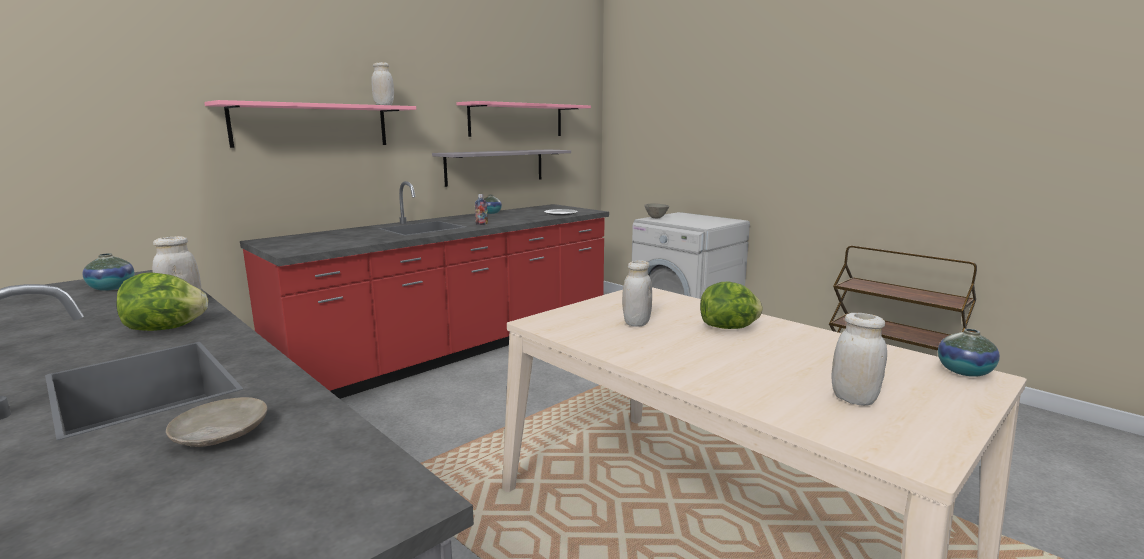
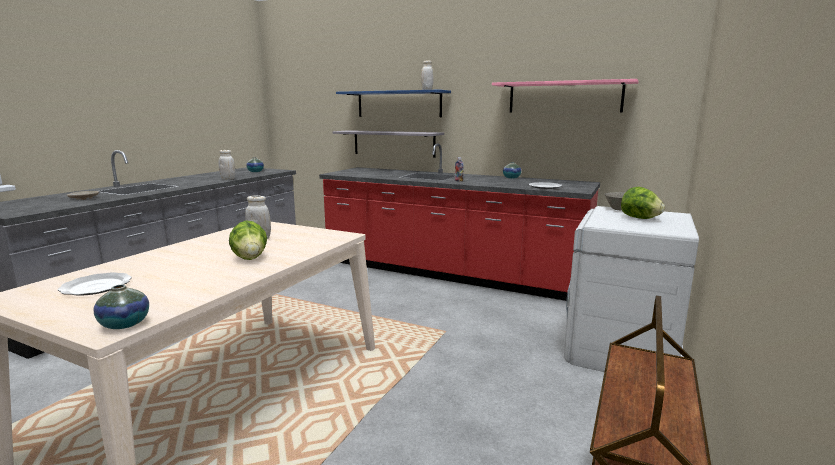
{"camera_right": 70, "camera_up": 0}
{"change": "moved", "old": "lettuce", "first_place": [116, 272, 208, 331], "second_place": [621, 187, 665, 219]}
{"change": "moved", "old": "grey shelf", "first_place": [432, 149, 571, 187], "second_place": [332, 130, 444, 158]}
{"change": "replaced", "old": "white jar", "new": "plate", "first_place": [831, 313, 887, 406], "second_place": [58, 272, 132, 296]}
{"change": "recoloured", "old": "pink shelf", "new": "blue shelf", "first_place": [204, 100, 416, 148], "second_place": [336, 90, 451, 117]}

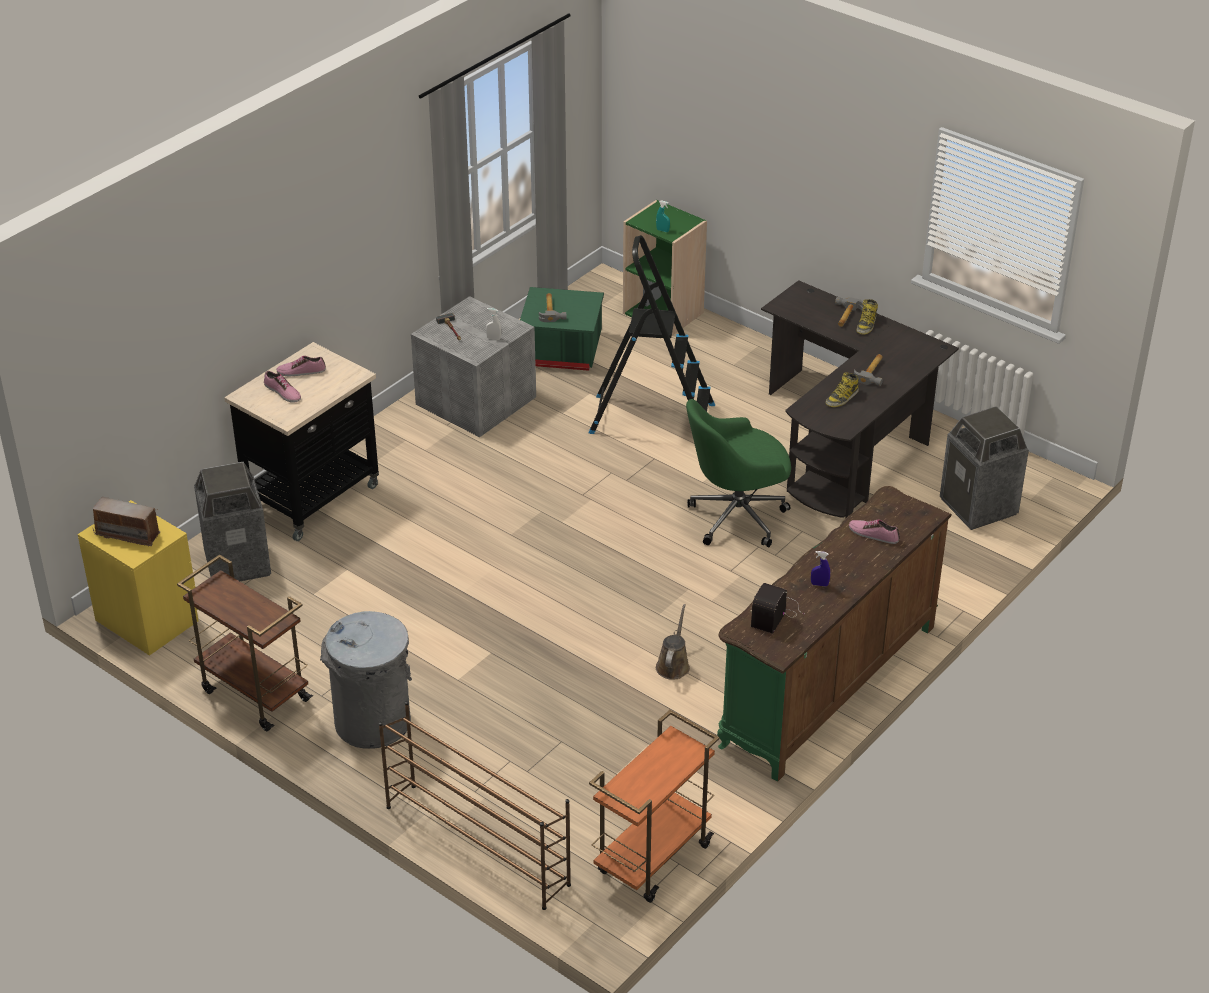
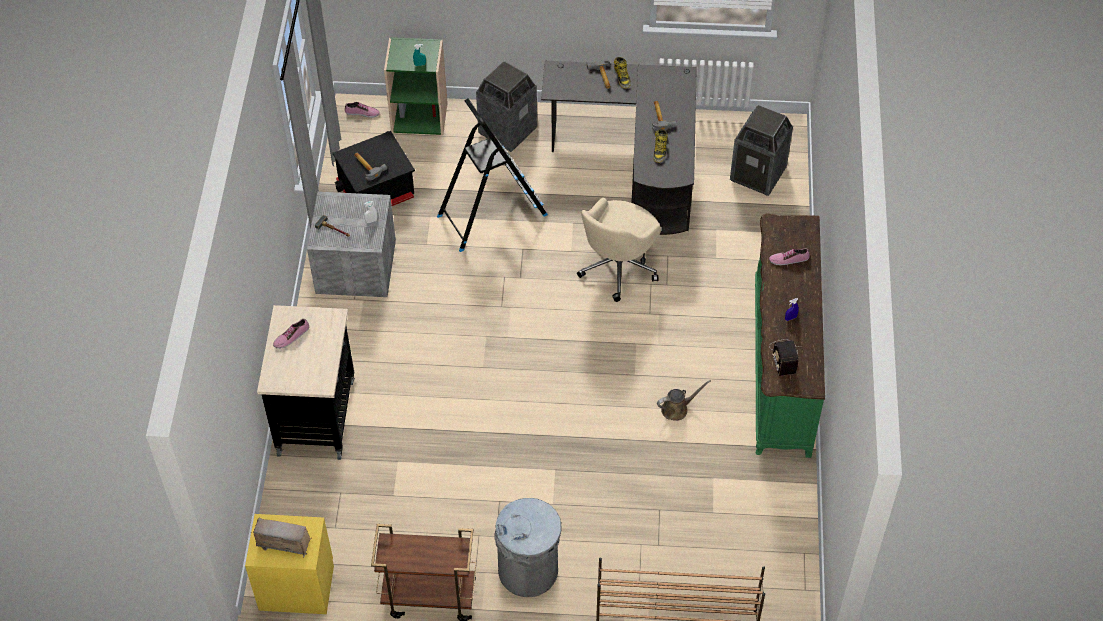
{"camera_right": -35, "camera_up": 15}
{"change": "removed", "old": "orange cart", "first_place": [589, 710, 719, 903]}
{"change": "moved", "old": "trash can", "first_place": [194, 462, 271, 581], "second_place": [476, 61, 537, 152]}
{"change": "moved", "old": "shoe", "first_place": [264, 371, 301, 402], "second_place": [345, 102, 380, 118]}
{"change": "recoloured", "old": "green storage box", "new": "black storage box", "first_place": [520, 287, 604, 371], "second_place": [333, 131, 415, 206]}
{"change": "recoloured", "old": "green office chair", "new": "beige office chair", "first_place": [686, 399, 791, 547], "second_place": [577, 198, 661, 302]}
{"change": "turned", "old": "radio", "first_place": [92, 497, 160, 546], "second_place": [251, 518, 312, 558], "degrees": -150}
{"change": "turned", "old": "brown watering can", "first_place": [656, 604, 690, 680], "second_place": [657, 380, 711, 421], "degrees": 90}

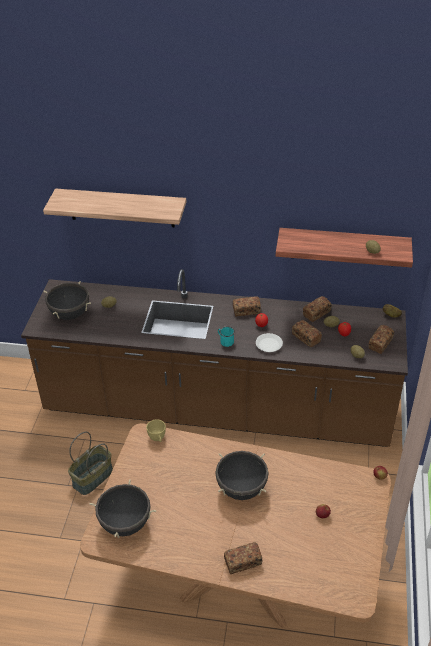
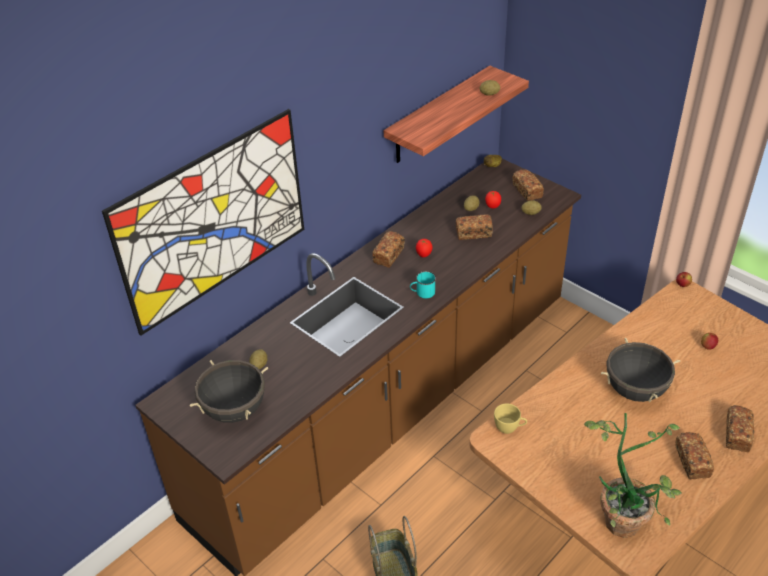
{"camera_right": -55, "camera_up": 0}
{"change": "removed", "old": "white plate", "first_place": [256, 333, 283, 352]}
{"change": "moved", "old": "bread", "first_place": [303, 296, 332, 322], "second_place": [675, 432, 714, 479]}
{"change": "replaced", "old": "shelf", "new": "picture", "first_place": [43, 188, 186, 227], "second_place": [102, 109, 304, 336]}
{"change": "replaced", "old": "black cooking pot", "new": "potted plant", "first_place": [90, 479, 157, 538], "second_place": [584, 413, 682, 538]}

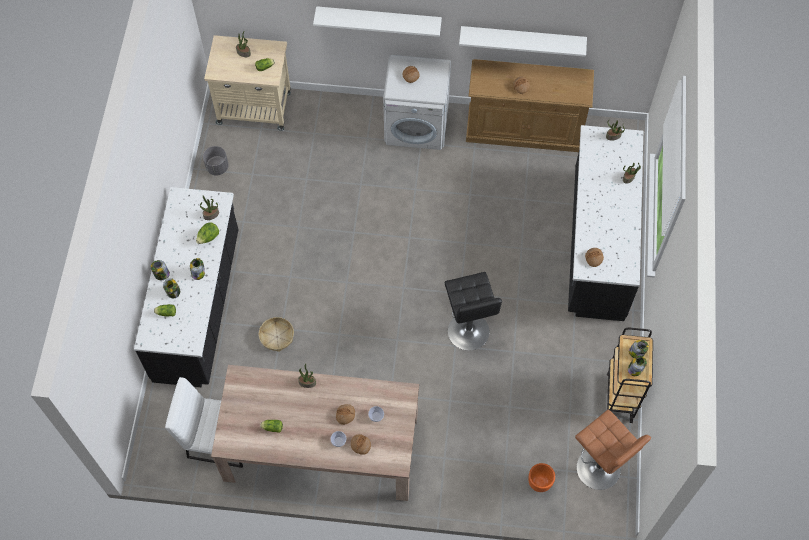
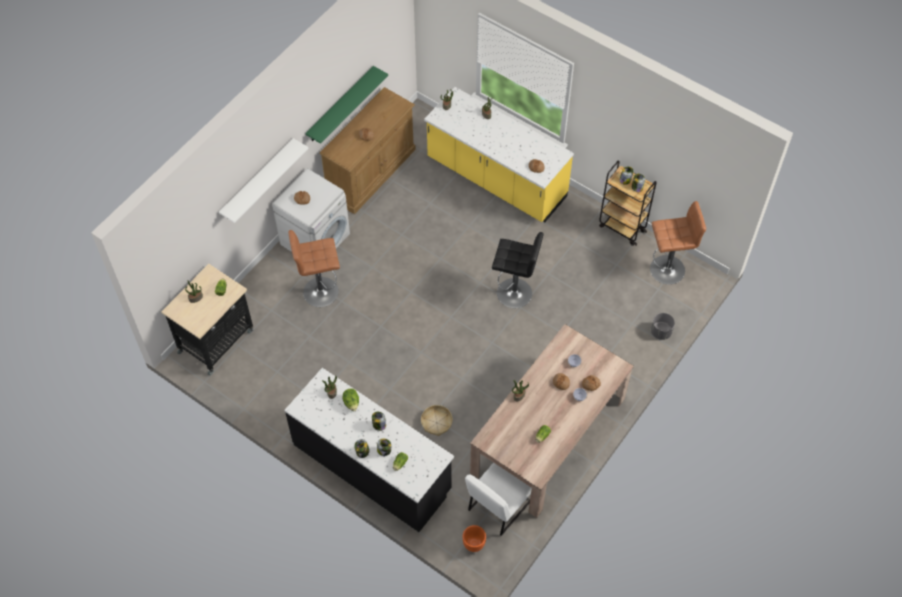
{"camera_right": -60, "camera_up": -5}
{"change": "added", "new": "brown stool", "second_place": [288, 230, 340, 307]}
{"change": "moved", "old": "grey planter", "first_place": [203, 146, 229, 175], "second_place": [651, 313, 675, 340]}
{"change": "moved", "old": "orange planter", "first_place": [528, 463, 555, 492], "second_place": [463, 525, 486, 552]}
{"change": "recoloured", "old": "beige cart", "new": "black cart", "first_place": [204, 35, 291, 131], "second_place": [161, 264, 253, 375]}
{"change": "recoloured", "old": "white shelf", "new": "green shelf", "first_place": [459, 26, 587, 57], "second_place": [305, 66, 388, 144]}
{"change": "recoloured", "old": "black counter", "new": "yellow counter", "first_place": [568, 125, 643, 321], "second_place": [424, 87, 574, 222]}

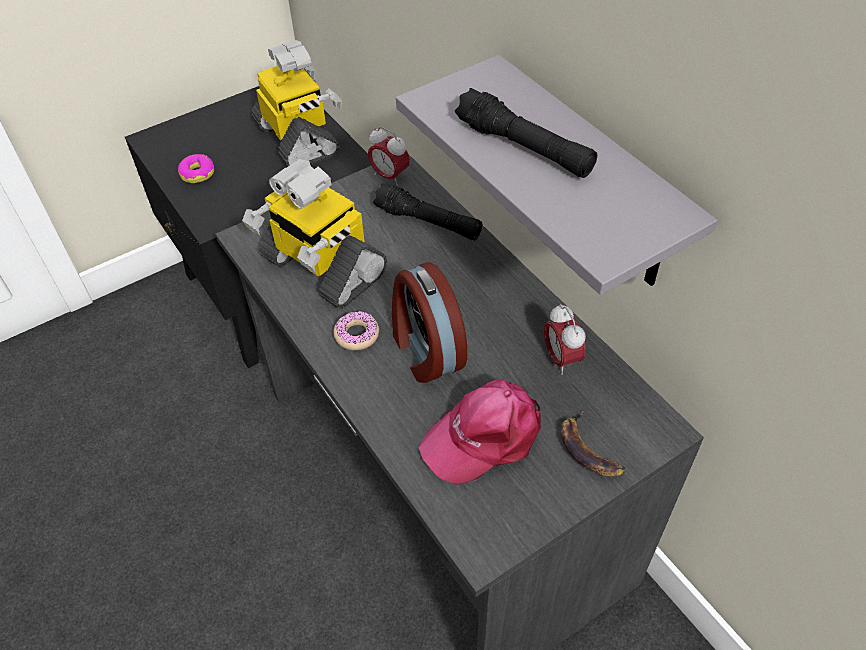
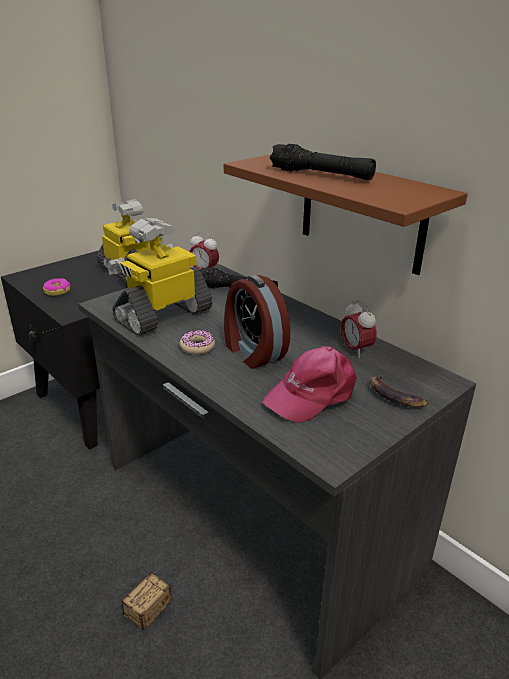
{"camera_right": -10, "camera_up": -20}
{"change": "added", "new": "storage box", "second_place": [86, 572, 172, 630]}
{"change": "recoloured", "old": "grey shelf", "new": "brown shelf", "first_place": [396, 55, 717, 295], "second_place": [224, 154, 468, 275]}
{"change": "turned", "old": "toy robot", "first_place": [242, 159, 387, 308], "second_place": [107, 218, 213, 336], "degrees": 105}

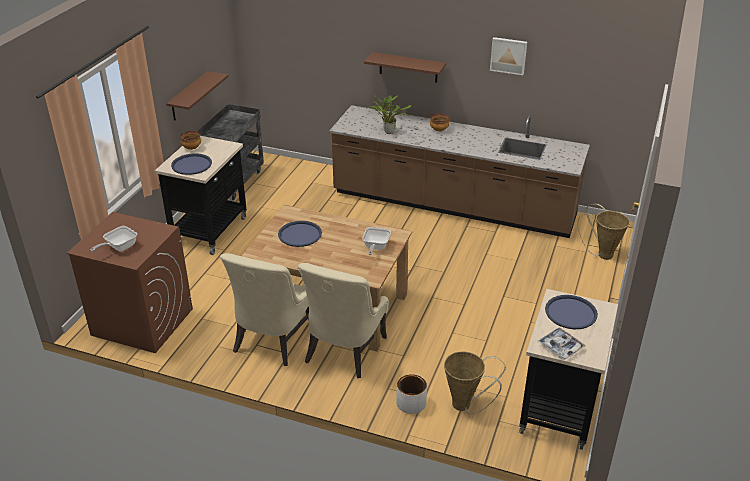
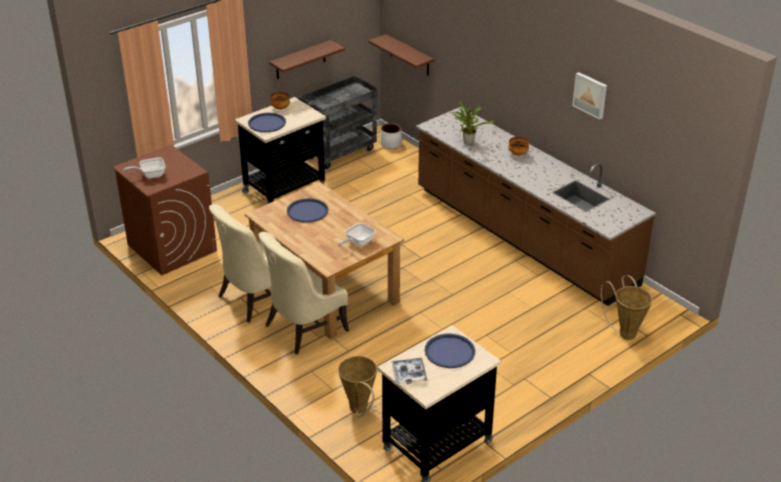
{"camera_right": 30, "camera_up": 0}
{"change": "moved", "old": "brown shelf", "first_place": [364, 52, 446, 83], "second_place": [368, 34, 434, 76]}
{"change": "moved", "old": "white planter", "first_place": [396, 374, 427, 414], "second_place": [381, 123, 402, 149]}

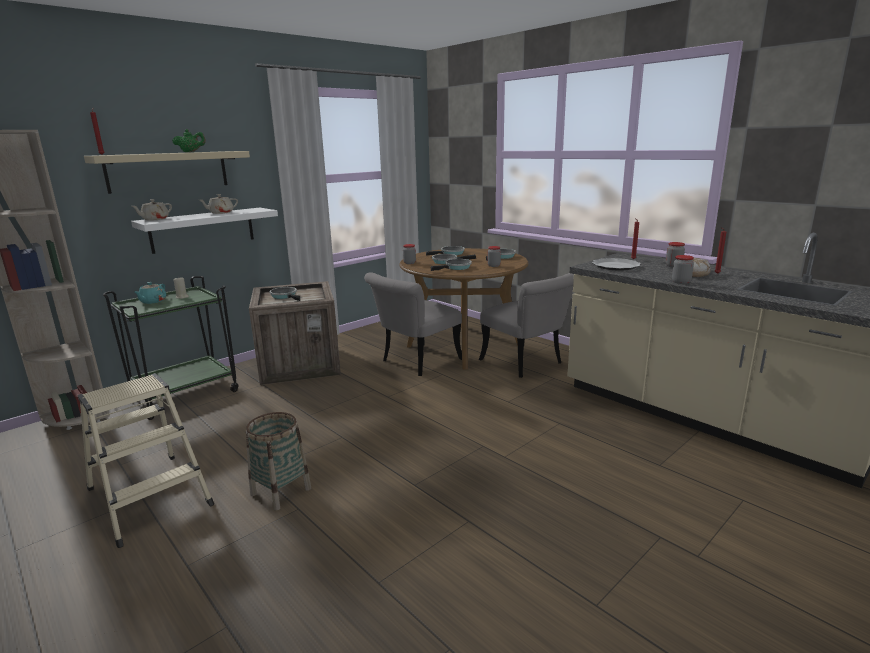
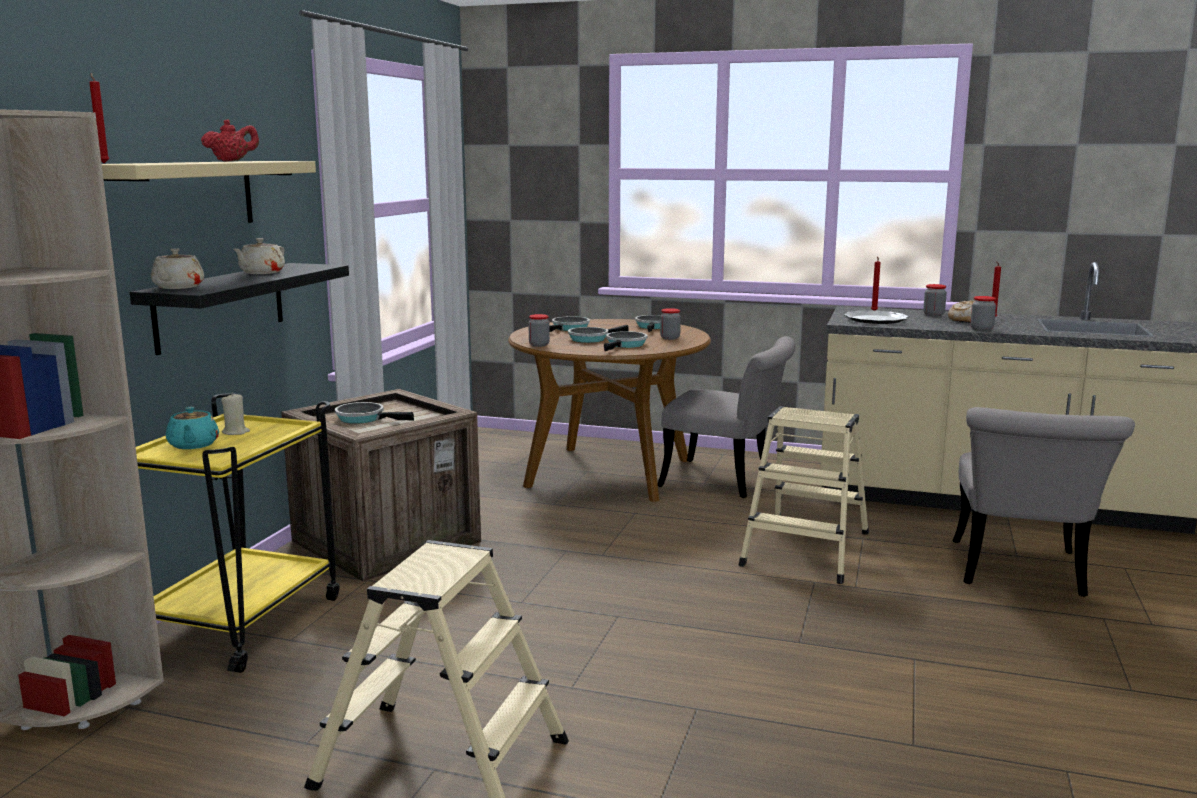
{"camera_right": -30, "camera_up": -5}
{"change": "removed", "old": "basket", "first_place": [246, 412, 311, 511]}
{"change": "added", "new": "beige step ladder", "second_place": [738, 406, 869, 584]}
{"change": "moved", "old": "grey chair", "first_place": [364, 272, 462, 376], "second_place": [953, 407, 1135, 597]}
{"change": "recoloured", "old": "green cart", "new": "yellow cart", "first_place": [103, 276, 238, 420], "second_place": [136, 393, 340, 673]}
{"change": "recoloured", "old": "white shelf", "new": "black shelf", "first_place": [131, 208, 278, 254], "second_place": [130, 263, 349, 355]}
{"change": "recoloured", "old": "green teapot", "new": "red teapot", "first_place": [172, 129, 206, 152], "second_place": [201, 119, 259, 162]}

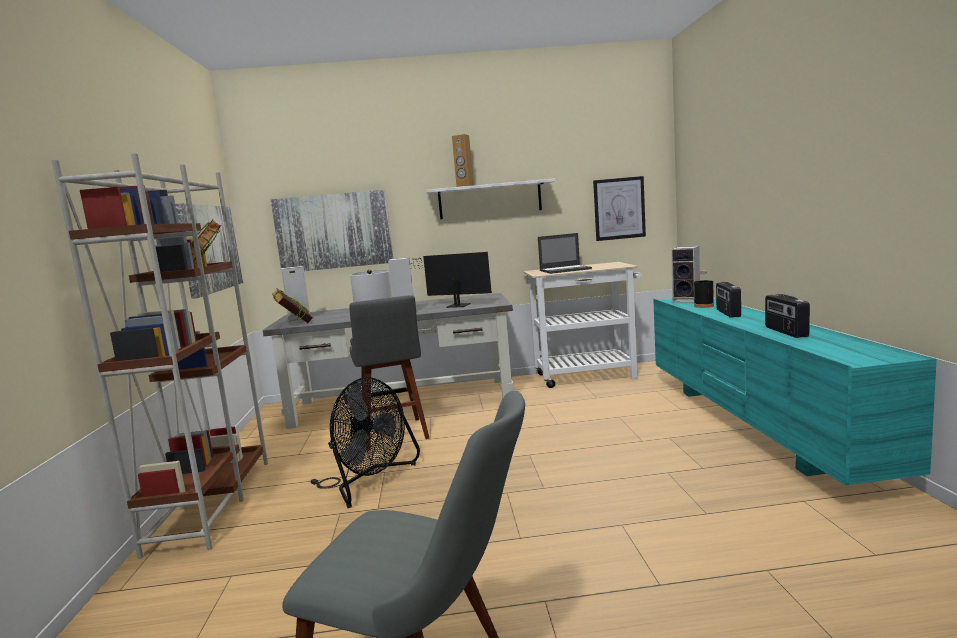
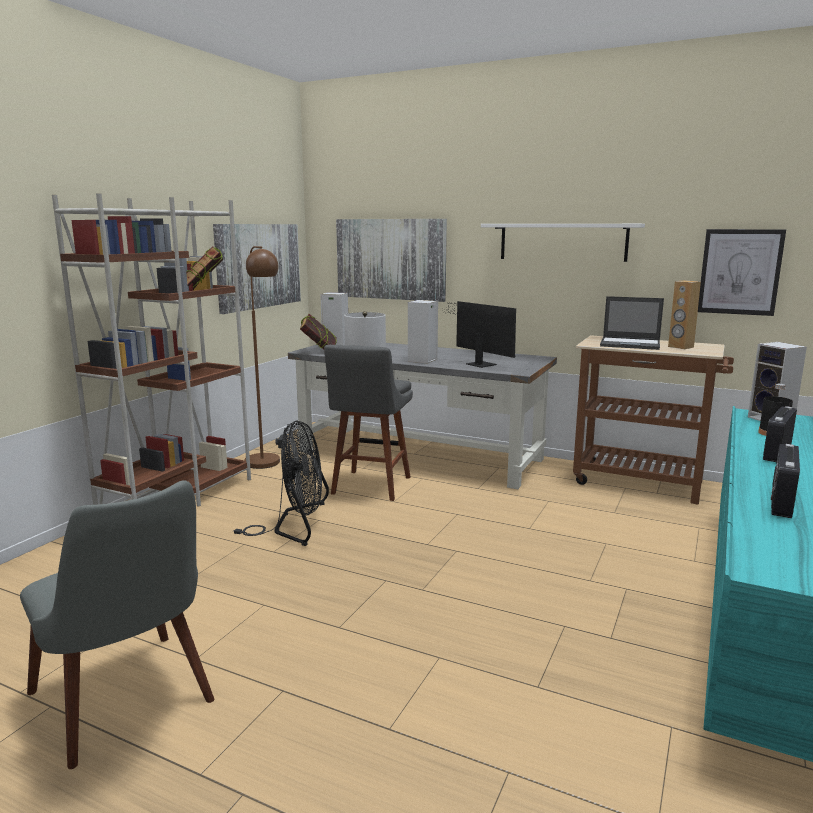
{"camera_right": 30, "camera_up": 5}
{"change": "added", "new": "brown floor lamp", "second_place": [244, 246, 280, 469]}
{"change": "moved", "old": "brown speaker", "first_place": [452, 134, 474, 187], "second_place": [668, 280, 701, 349]}
{"change": "recoloured", "old": "white cart", "new": "brown cart", "first_place": [524, 262, 642, 388], "second_place": [573, 335, 734, 504]}
{"change": "turned", "old": "black fan", "first_place": [311, 377, 420, 508], "second_place": [233, 421, 329, 546], "degrees": -60}

